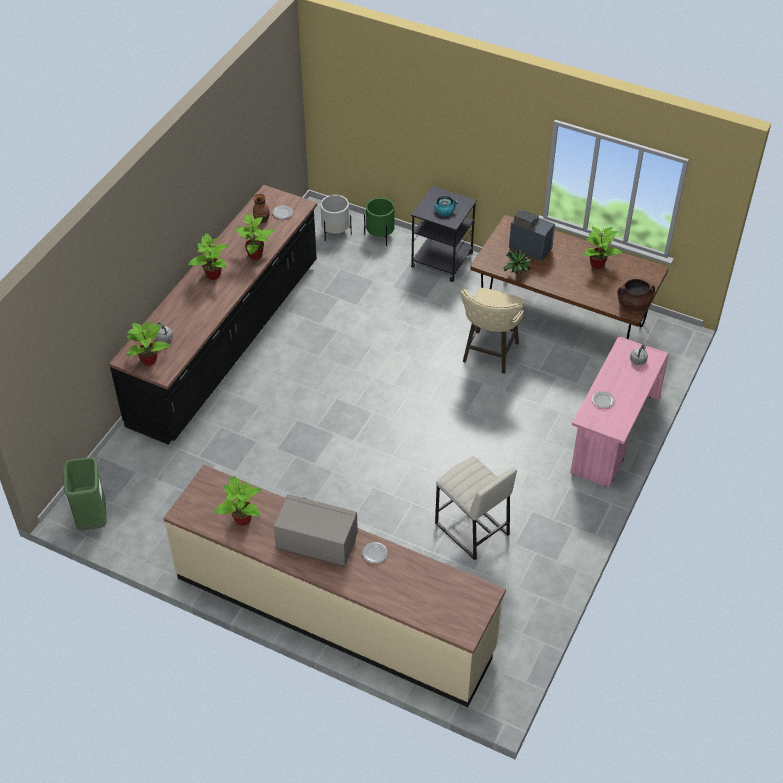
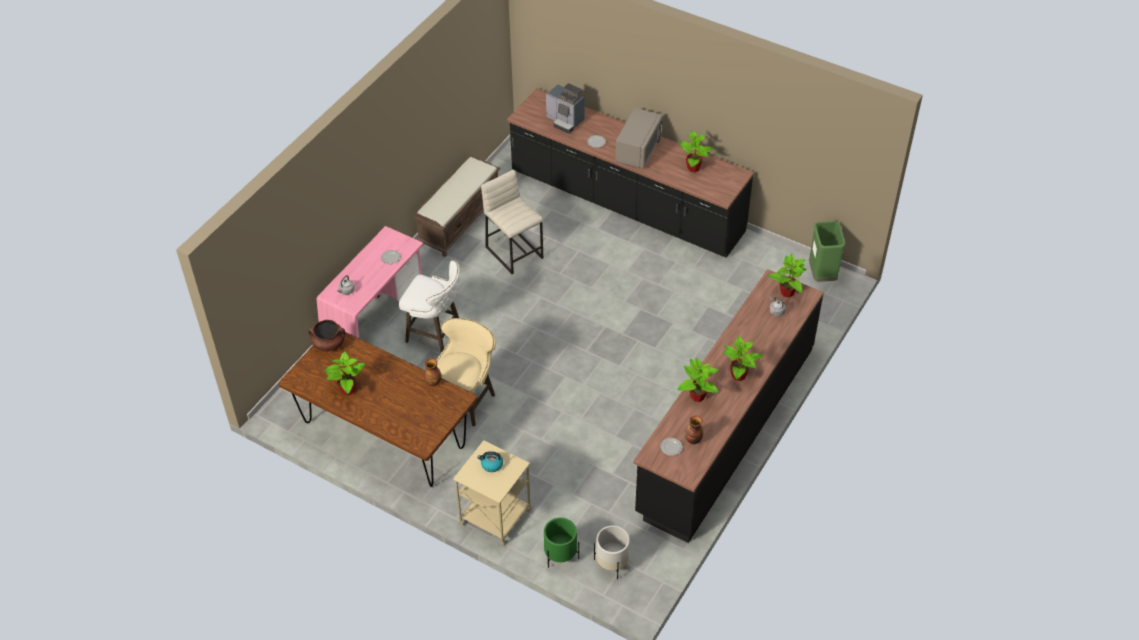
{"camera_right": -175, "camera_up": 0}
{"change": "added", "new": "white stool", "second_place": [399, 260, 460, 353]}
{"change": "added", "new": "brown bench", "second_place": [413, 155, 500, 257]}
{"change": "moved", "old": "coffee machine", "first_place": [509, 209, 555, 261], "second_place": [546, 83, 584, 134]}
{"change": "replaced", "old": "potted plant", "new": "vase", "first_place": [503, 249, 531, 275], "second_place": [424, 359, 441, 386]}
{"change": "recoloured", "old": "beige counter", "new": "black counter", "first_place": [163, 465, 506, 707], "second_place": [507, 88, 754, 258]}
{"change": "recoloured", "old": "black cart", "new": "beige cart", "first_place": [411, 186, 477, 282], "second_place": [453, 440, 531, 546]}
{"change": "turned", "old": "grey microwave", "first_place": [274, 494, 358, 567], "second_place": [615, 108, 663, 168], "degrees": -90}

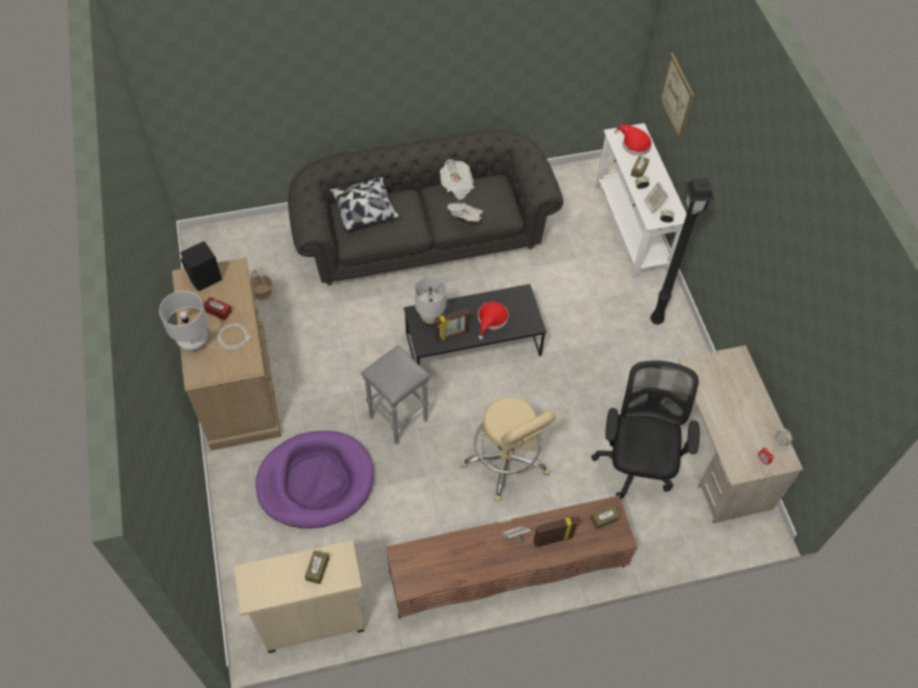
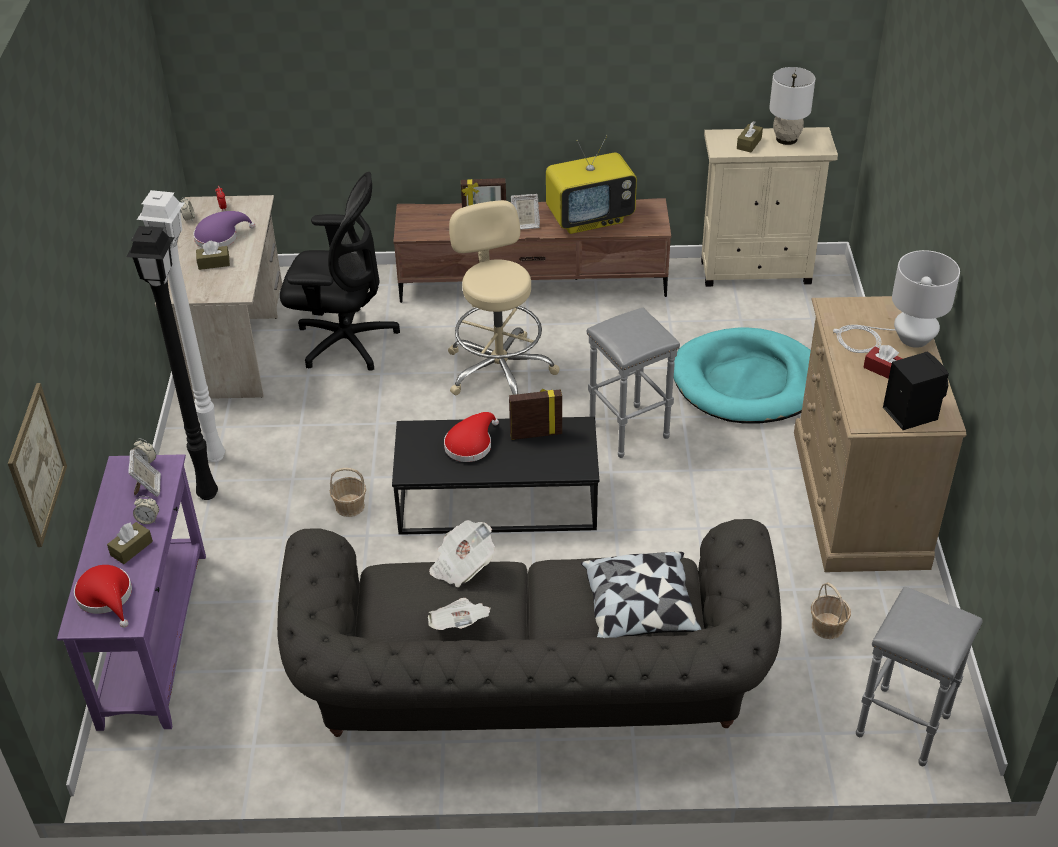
{"camera_right": -165, "camera_up": -15}
{"change": "added", "new": "white floor lamp", "second_place": [137, 190, 225, 462]}
{"change": "added", "new": "purple hat", "second_place": [193, 211, 255, 248]}
{"change": "added", "new": "basket", "second_place": [330, 468, 366, 517]}
{"change": "added", "new": "television", "second_place": [546, 135, 637, 234]}
{"change": "added", "new": "grey stool", "second_place": [856, 587, 983, 766]}
{"change": "moved", "old": "white table lamp", "first_place": [415, 276, 447, 326], "second_place": [769, 67, 815, 145]}
{"change": "moved", "old": "brown tissue box", "first_place": [591, 505, 620, 529], "second_place": [196, 241, 230, 270]}
{"change": "recoloured", "old": "purple dog bed", "new": "turquoise dog bed", "first_place": [256, 431, 374, 528], "second_place": [674, 327, 811, 423]}
{"change": "recoloured", "old": "white console table", "new": "purple console table", "first_place": [595, 123, 687, 279], "second_place": [57, 454, 206, 731]}
{"change": "turned", "old": "black office chair", "first_place": [591, 361, 700, 499], "second_place": [280, 172, 400, 371], "degrees": -105}

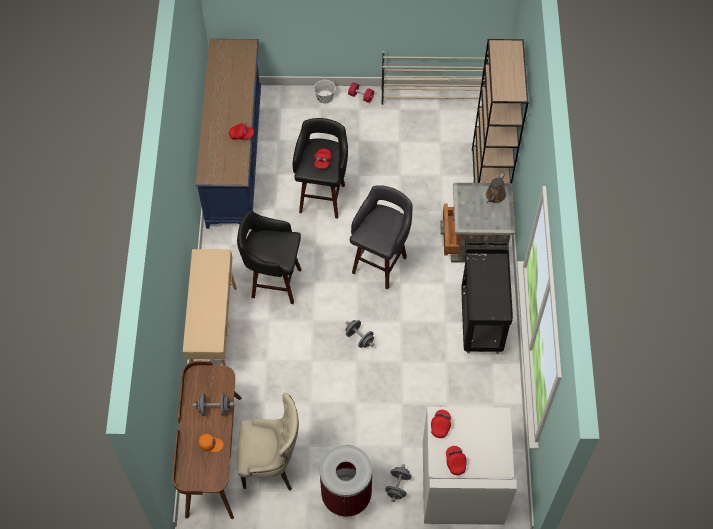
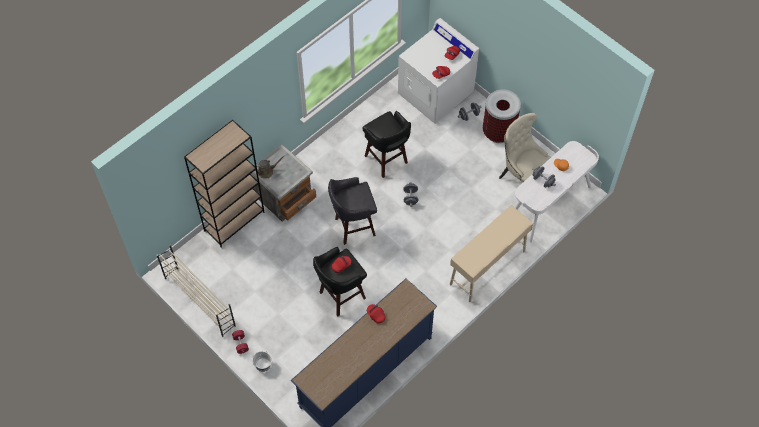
{"camera_right": -135, "camera_up": 0}
{"change": "removed", "old": "black cart", "first_place": [461, 241, 513, 354]}
{"change": "moved", "old": "black stool", "first_place": [237, 210, 301, 304], "second_place": [363, 111, 411, 178]}
{"change": "recoloured", "old": "brown desk", "new": "white desk", "first_place": [172, 361, 242, 519], "second_place": [515, 141, 599, 243]}

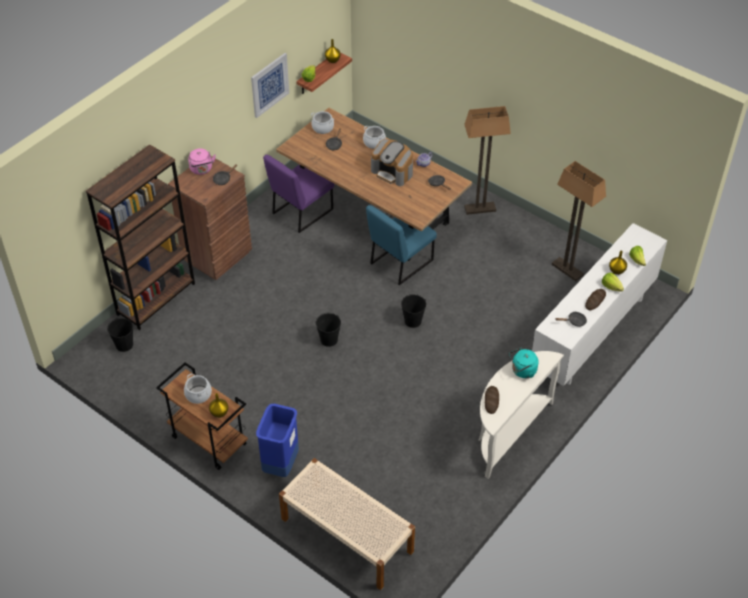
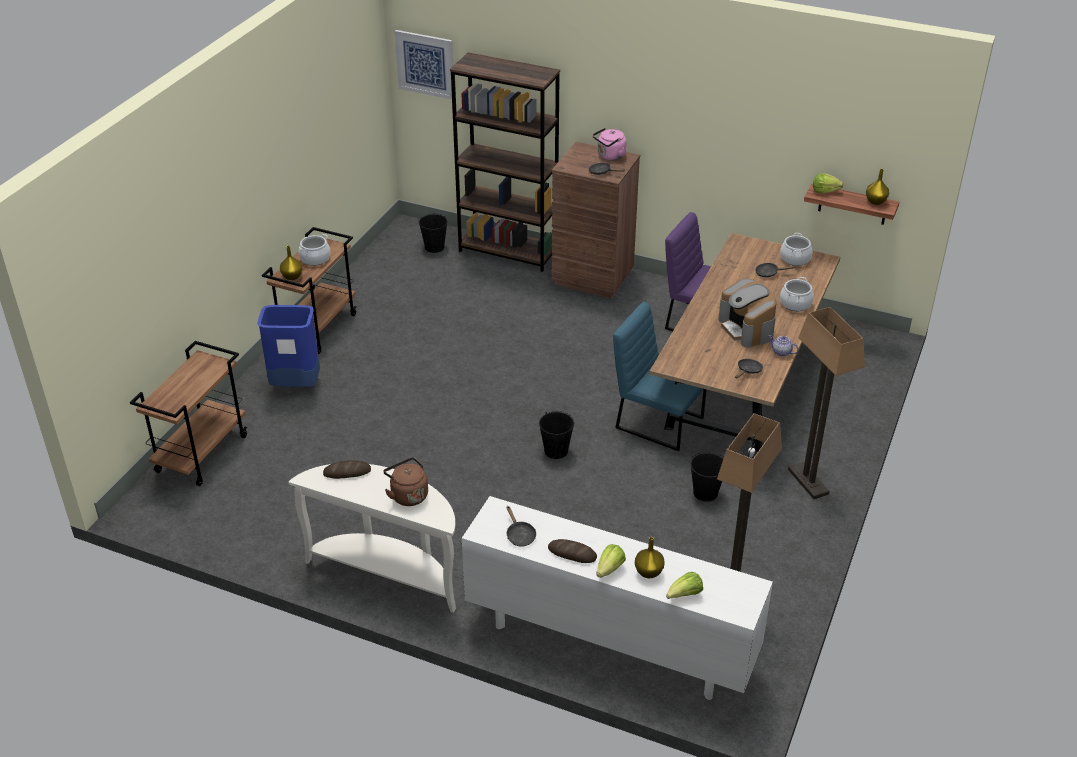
{"camera_right": 75, "camera_up": -10}
{"change": "moved", "old": "picture", "first_place": [251, 53, 289, 118], "second_place": [395, 30, 453, 99]}
{"change": "moved", "old": "black bucket", "first_place": [316, 313, 341, 347], "second_place": [691, 452, 723, 502]}
{"change": "replaced", "old": "beige bench", "new": "brown cart", "first_place": [279, 458, 415, 590], "second_place": [130, 341, 247, 486]}
{"change": "recoloured", "old": "turquoise kettle", "new": "brown kettle", "first_place": [509, 348, 539, 378], "second_place": [383, 457, 428, 506]}
{"change": "turned", "old": "coffee machine", "first_place": [371, 139, 413, 186], "second_place": [718, 278, 776, 348], "degrees": -45}

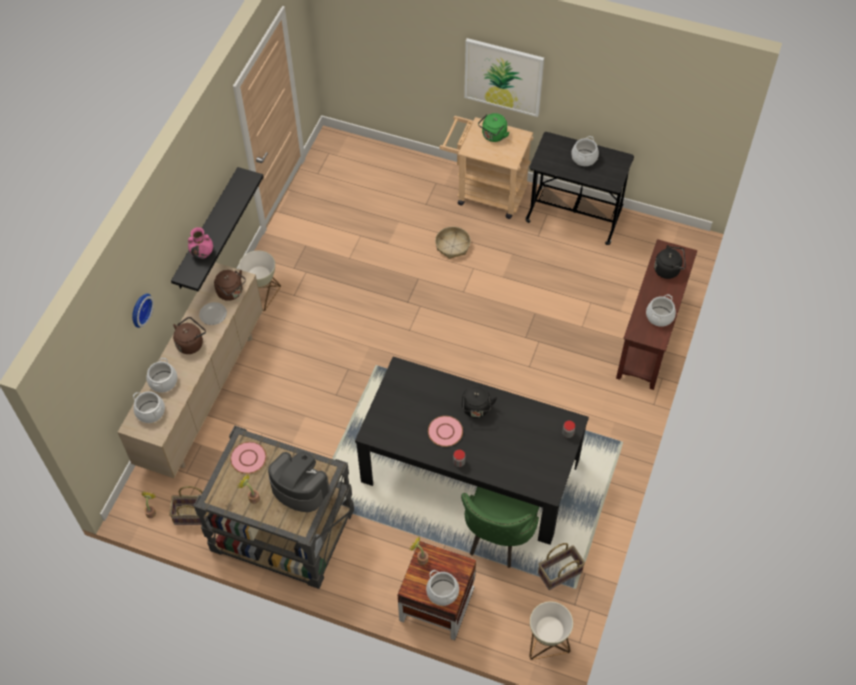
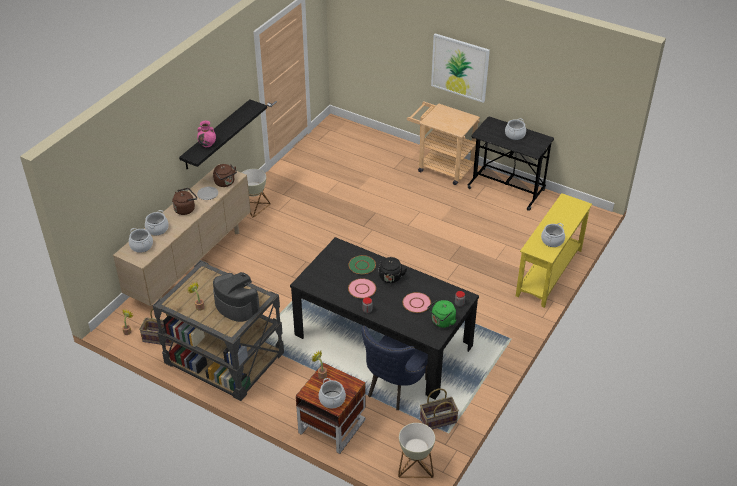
{"camera_right": 10, "camera_up": -15}
{"change": "removed", "old": "wall clock", "first_place": [132, 293, 154, 328]}
{"change": "removed", "old": "basket", "first_place": [435, 227, 471, 259]}
{"change": "removed", "old": "black kettle", "first_place": [654, 245, 686, 279]}
{"change": "added", "new": "green plate", "second_place": [348, 255, 376, 274]}
{"change": "moved", "old": "pink plate", "first_place": [230, 442, 266, 474], "second_place": [403, 292, 431, 313]}
{"change": "moved", "old": "green kettle", "first_place": [478, 113, 510, 142], "second_place": [427, 300, 456, 328]}
{"change": "recoloured", "old": "green chair", "new": "blue chair", "first_place": [461, 486, 539, 568], "second_place": [361, 325, 428, 410]}
{"change": "recoloured", "old": "brown console table", "new": "yellow console table", "first_place": [616, 239, 697, 390], "second_place": [516, 193, 592, 308]}

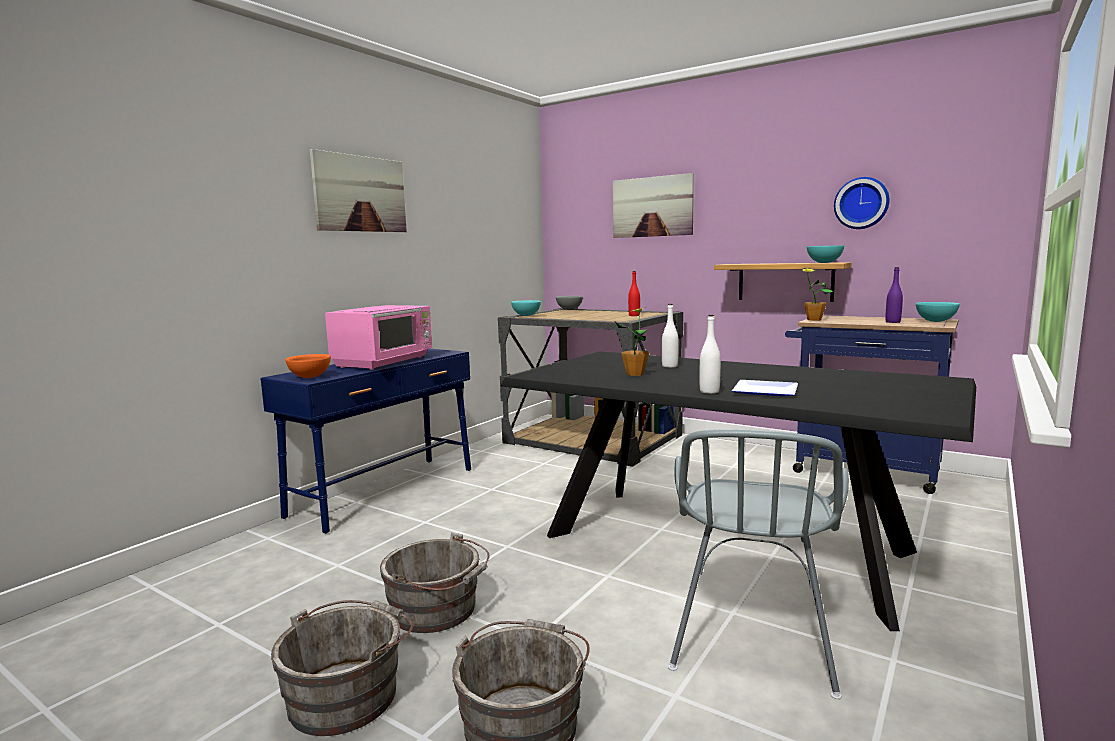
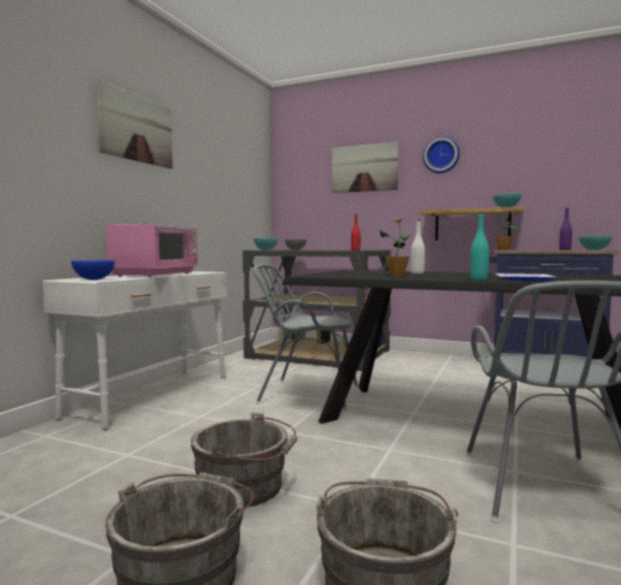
{"camera_right": -10, "camera_up": -5}
{"change": "added", "new": "grey chair", "second_place": [253, 264, 358, 410]}
{"change": "moved", "old": "wall clock", "first_place": [834, 177, 889, 229], "second_place": [423, 136, 460, 173]}
{"change": "recoloured", "old": "blue console table", "new": "white console table", "first_place": [261, 349, 471, 534], "second_place": [43, 271, 227, 430]}
{"change": "recoloured", "old": "orange bowl", "new": "blue bowl", "first_place": [285, 354, 331, 378], "second_place": [71, 260, 115, 280]}
{"change": "recoloured", "old": "white bottle", "new": "turquoise bottle", "first_place": [700, 315, 721, 394], "second_place": [470, 213, 489, 280]}

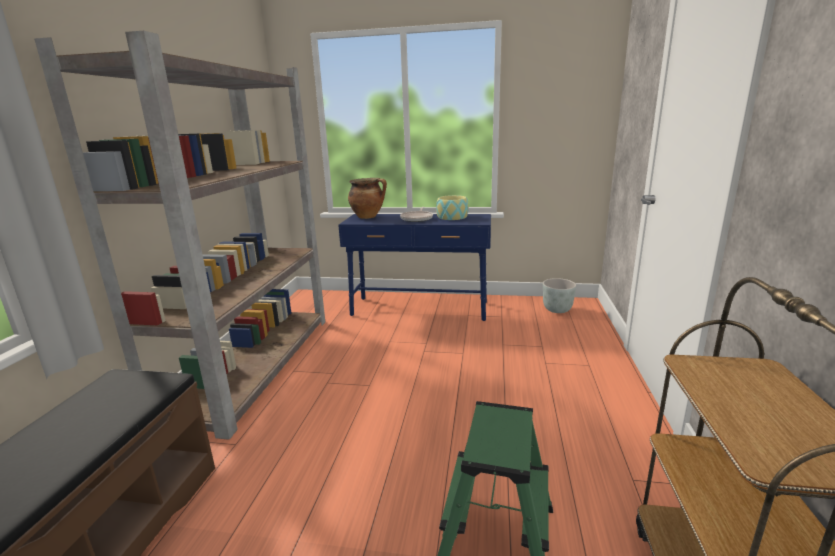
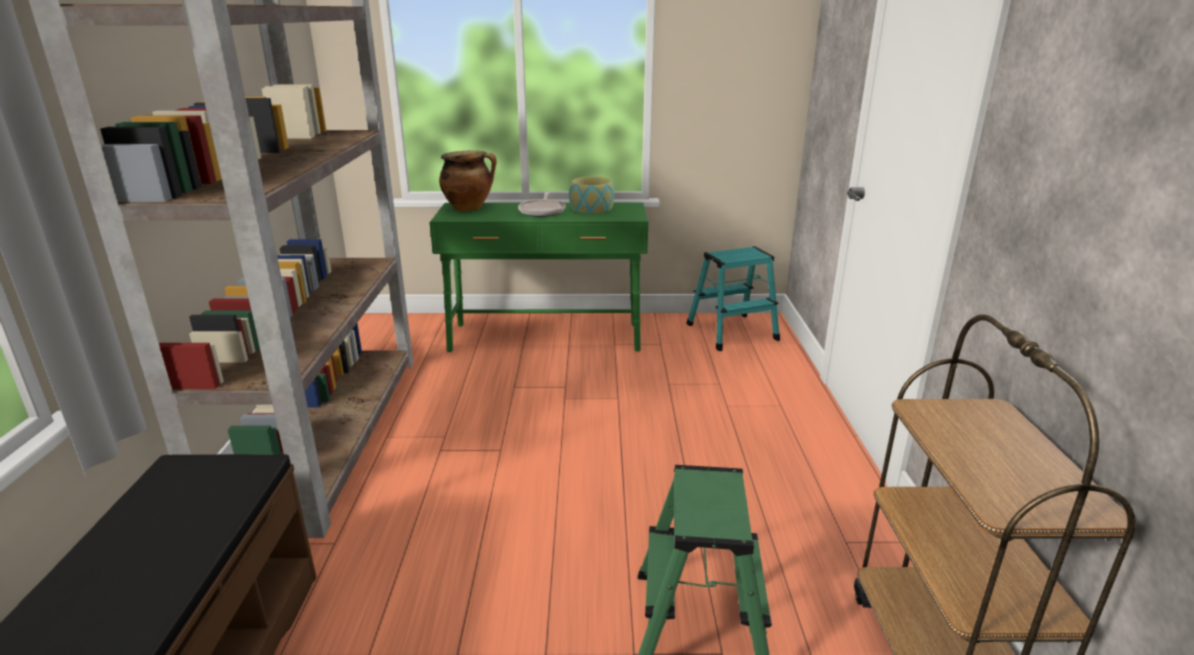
{"camera_right": -10, "camera_up": 5}
{"change": "replaced", "old": "grey planter", "new": "turquoise step ladder", "first_place": [543, 278, 576, 313], "second_place": [686, 246, 780, 351]}
{"change": "recoloured", "old": "blue console table", "new": "green console table", "first_place": [338, 214, 491, 321], "second_place": [429, 203, 649, 352]}

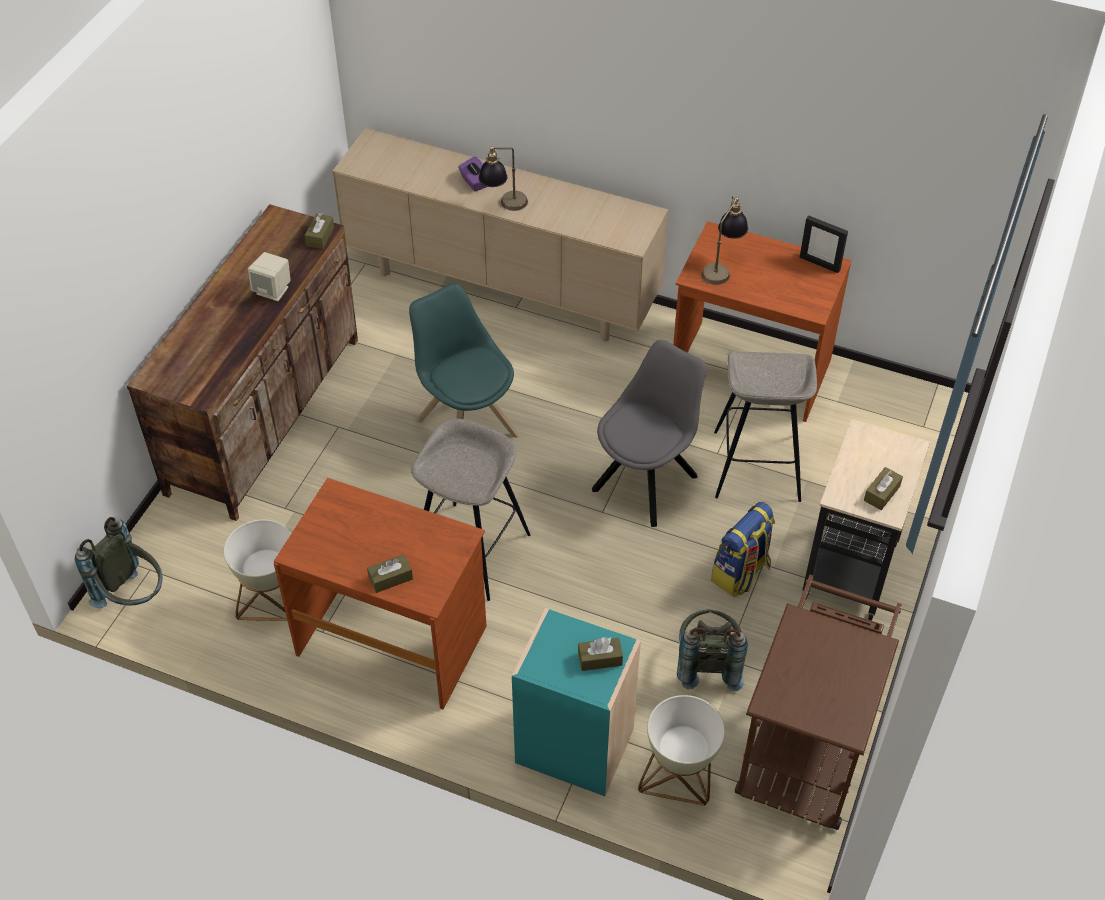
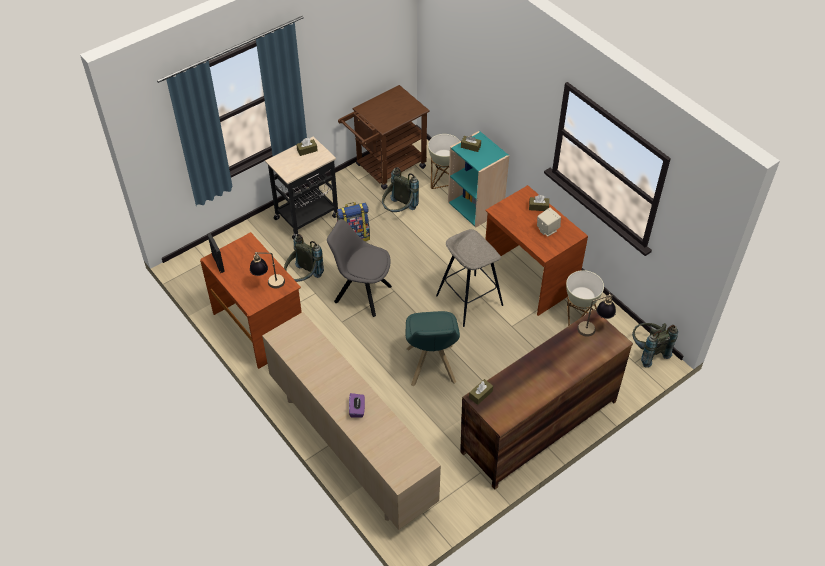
{"camera_right": -150, "camera_up": 0}
{"change": "moved", "old": "beige speaker", "first_place": [248, 252, 291, 301], "second_place": [537, 208, 561, 236]}
{"change": "moved", "old": "table lamp", "first_place": [479, 146, 528, 211], "second_place": [577, 294, 616, 337]}
{"change": "replaced", "old": "grey stool", "new": "grey backpack", "first_place": [714, 351, 817, 502], "second_place": [284, 234, 324, 282]}
{"change": "turned", "old": "grey chair", "first_place": [592, 340, 706, 527], "second_place": [327, 219, 392, 317], "degrees": 45}

